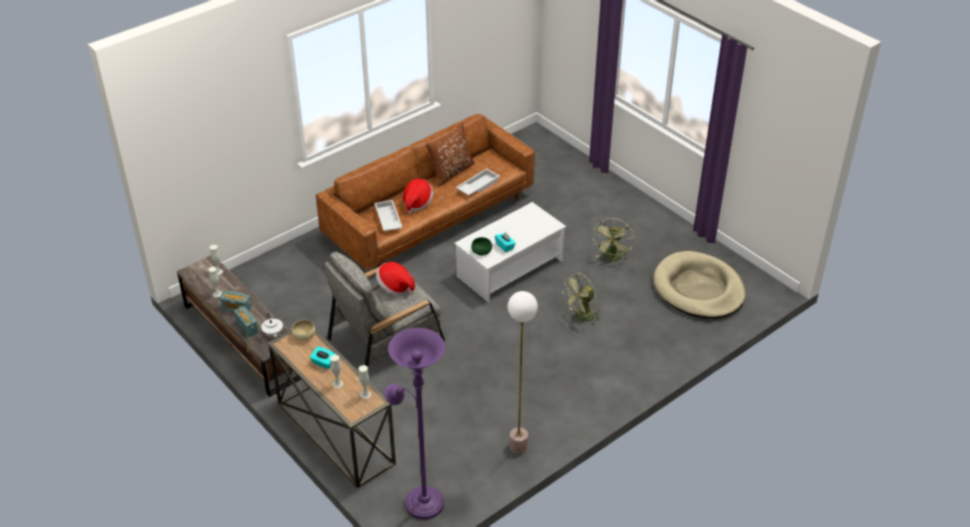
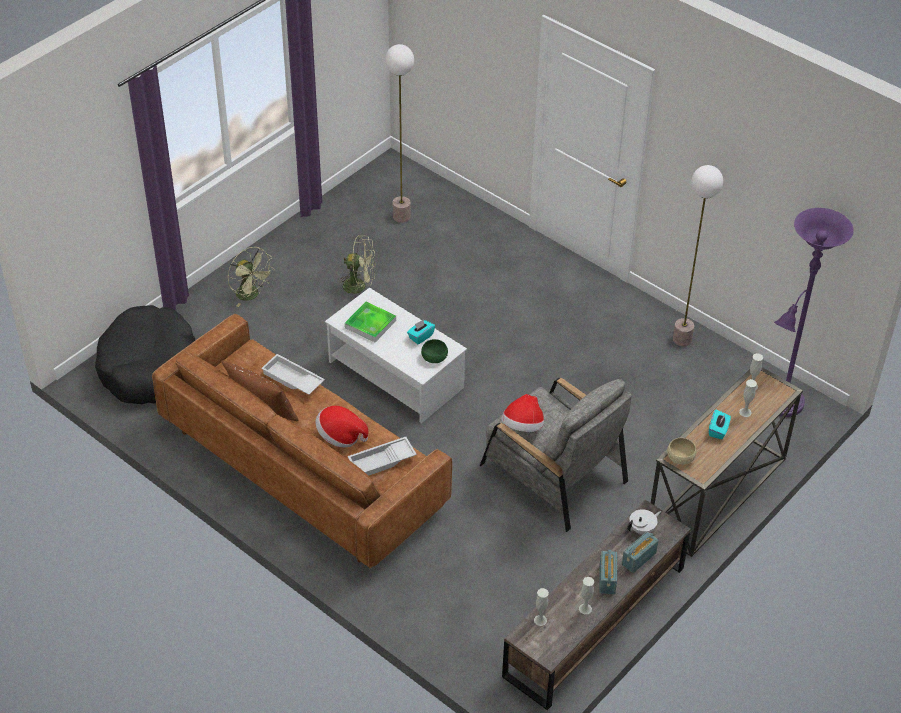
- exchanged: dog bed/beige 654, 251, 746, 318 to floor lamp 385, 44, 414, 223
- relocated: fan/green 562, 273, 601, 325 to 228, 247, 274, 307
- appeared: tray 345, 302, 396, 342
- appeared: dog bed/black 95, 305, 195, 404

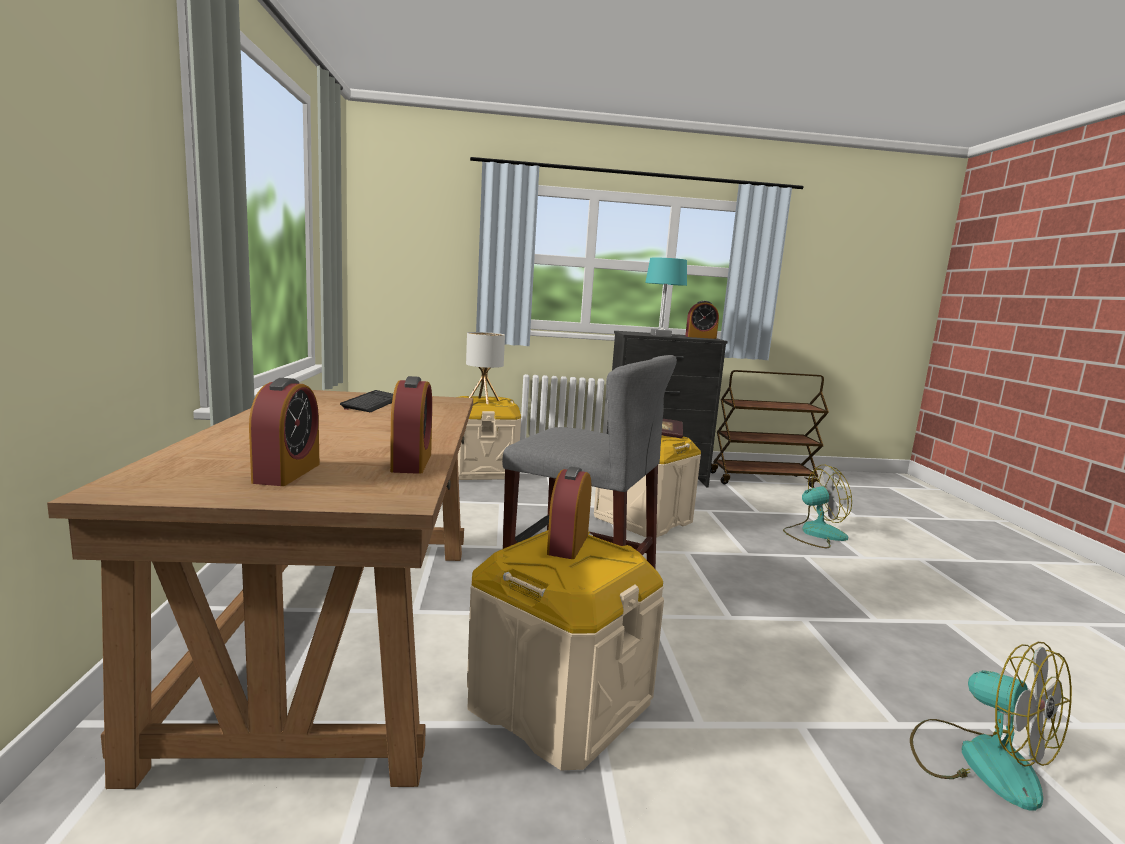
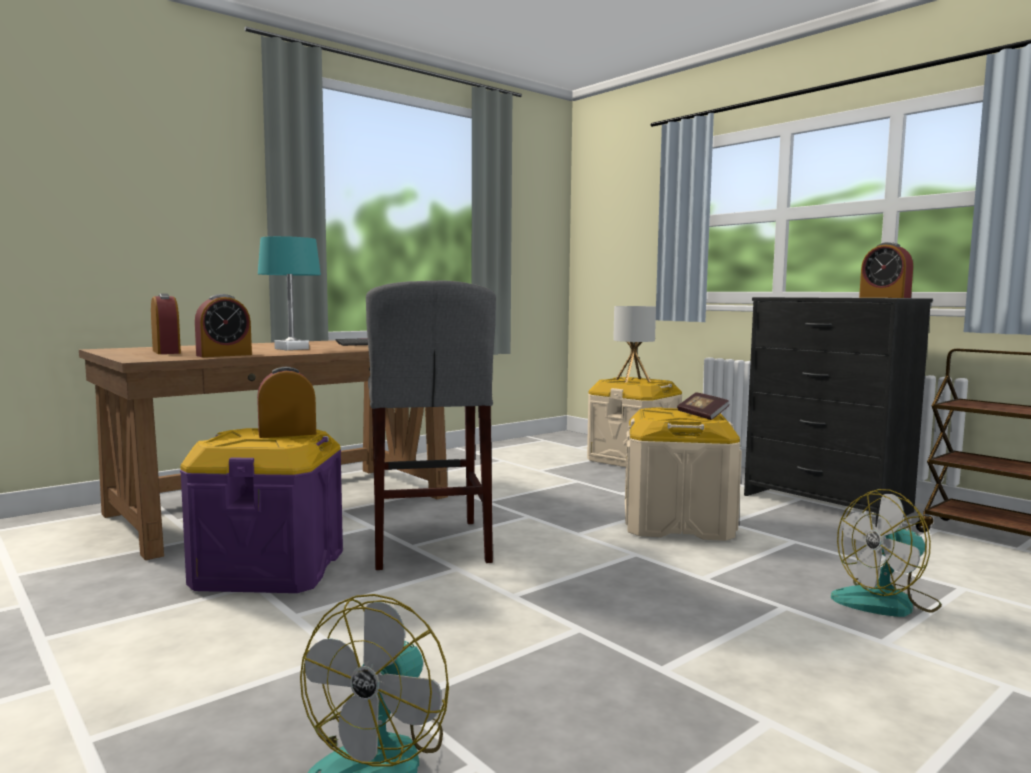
- relocated: table lamp/turquoise 645, 258, 687, 337 to 258, 236, 321, 350
- spun: alarm clock 249, 378, 319, 486 = 151, 293, 181, 354 90 degrees counterclockwise
- spun: fan 783, 465, 852, 548 = 831, 489, 942, 617 120 degrees clockwise
- colour: storage box/beige 467, 530, 664, 770 to storage box/purple 180, 428, 343, 593

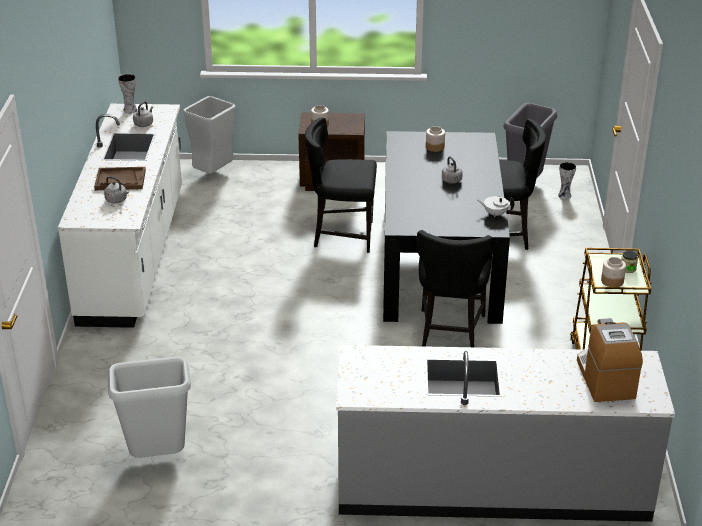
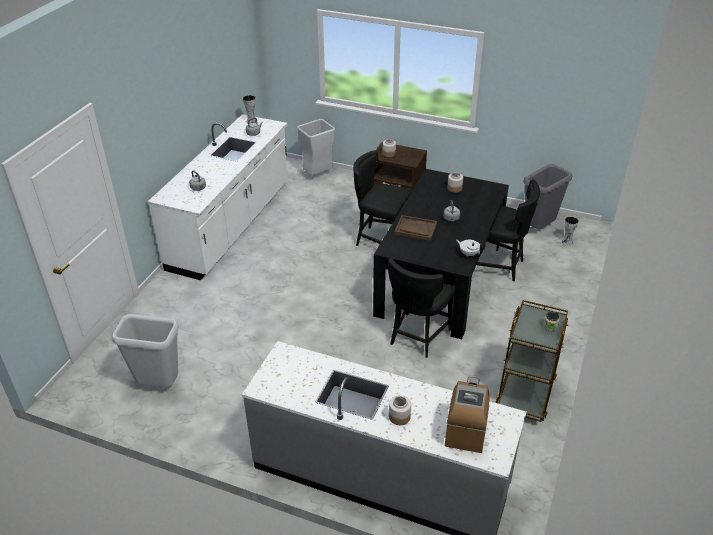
- relocated: tray/brown 94, 167, 146, 190 to 394, 215, 437, 241
- relocated: jar 601, 257, 626, 287 to 389, 395, 411, 425

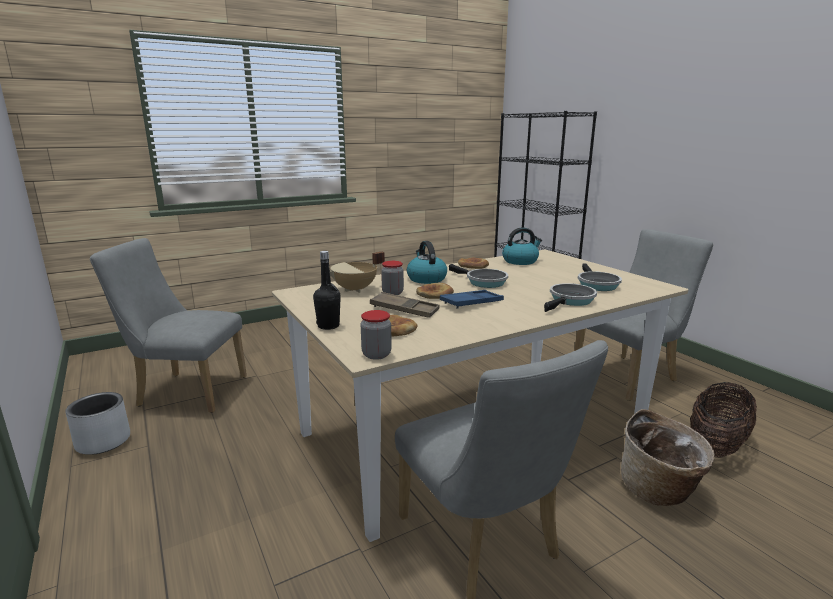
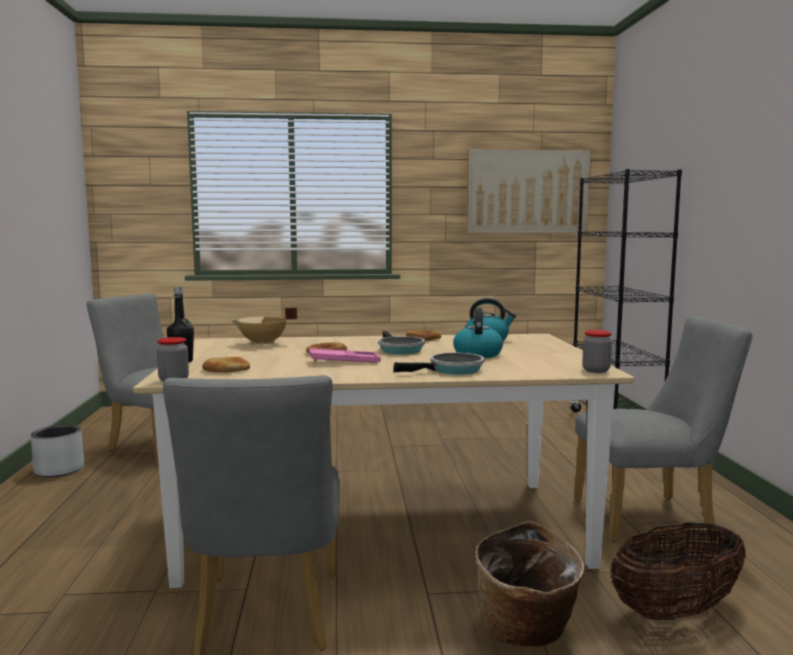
- relocated: kettle 407, 241, 447, 284 to 453, 308, 503, 358
- relocated: jar 381, 261, 404, 295 to 582, 330, 612, 373
- missing: frying pan 578, 263, 622, 291
- colour: tray/blue 440, 290, 504, 308 to tray/pink 309, 348, 381, 363
- missing: tray/brown 370, 292, 439, 318
- appeared: picture 467, 149, 591, 233

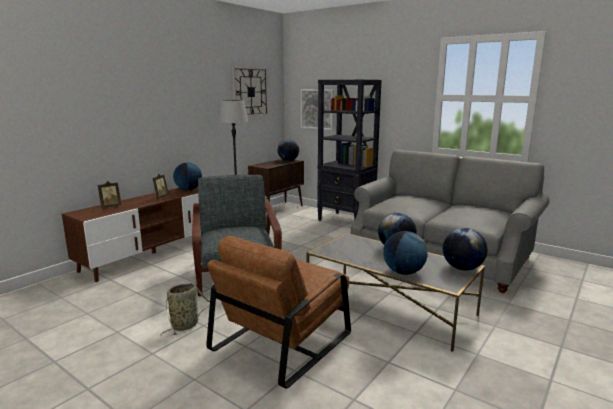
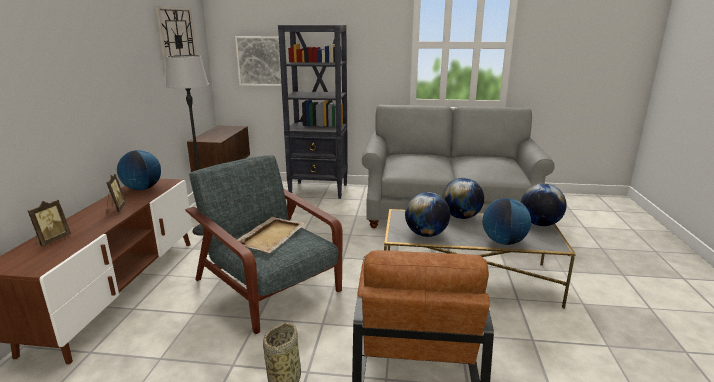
- relocated: globe 278, 139, 299, 161 to 405, 192, 450, 237
- appeared: tray/beige 237, 217, 305, 253

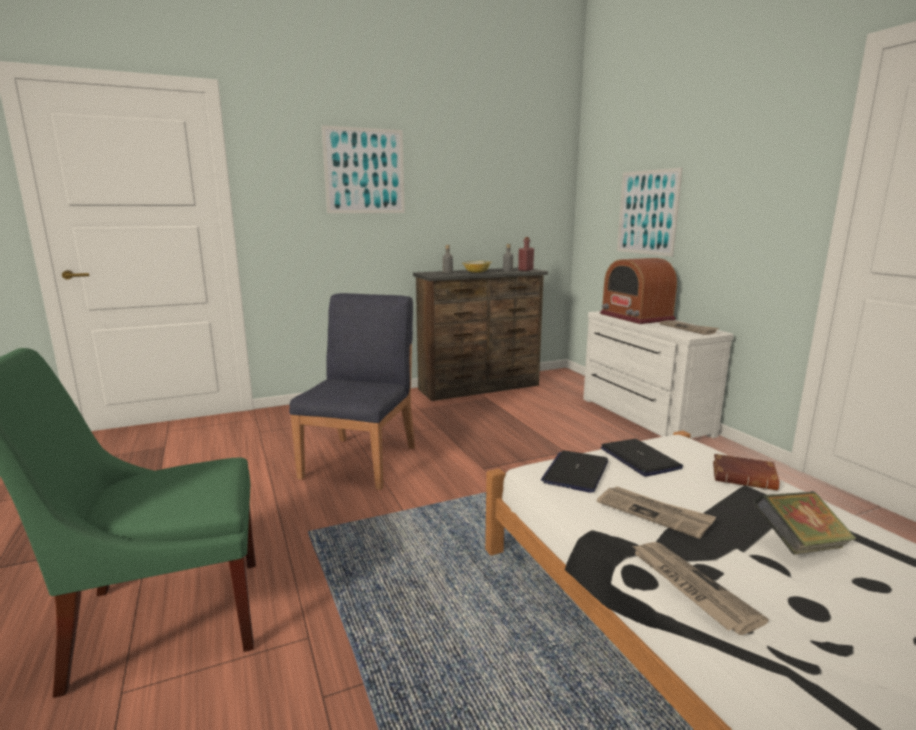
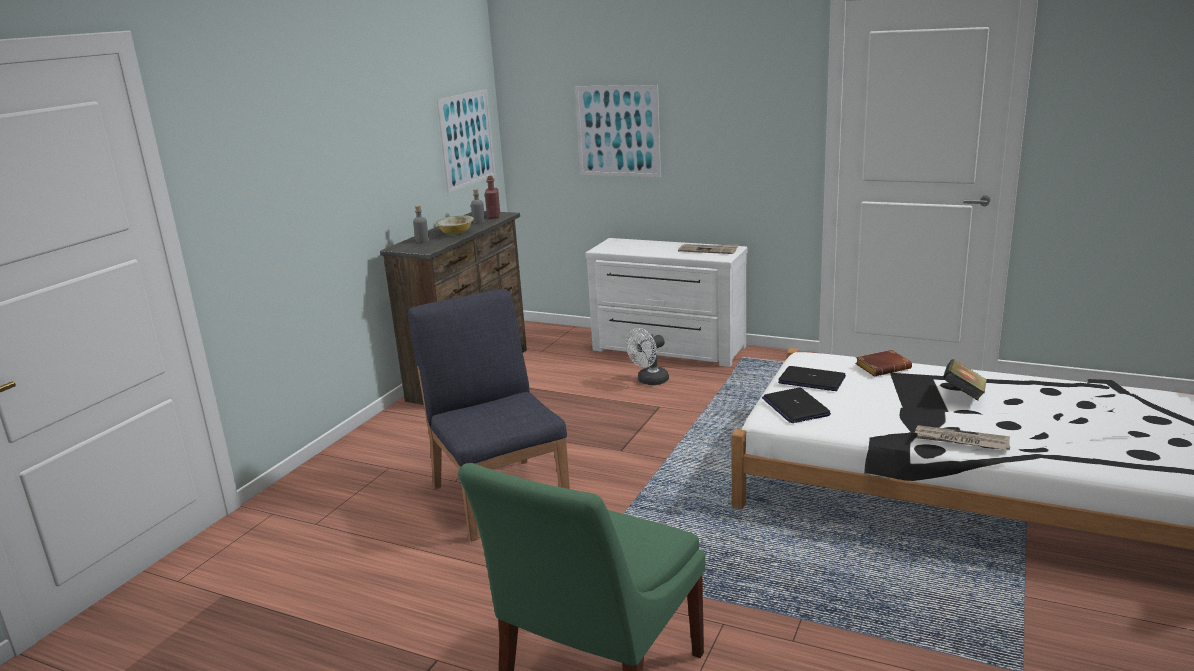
- relocated: picture 322, 125, 405, 213 to 437, 89, 496, 193
- missing: radio 600, 258, 677, 324
- missing: newspaper 597, 487, 716, 539
- appeared: fan/white 626, 328, 669, 385

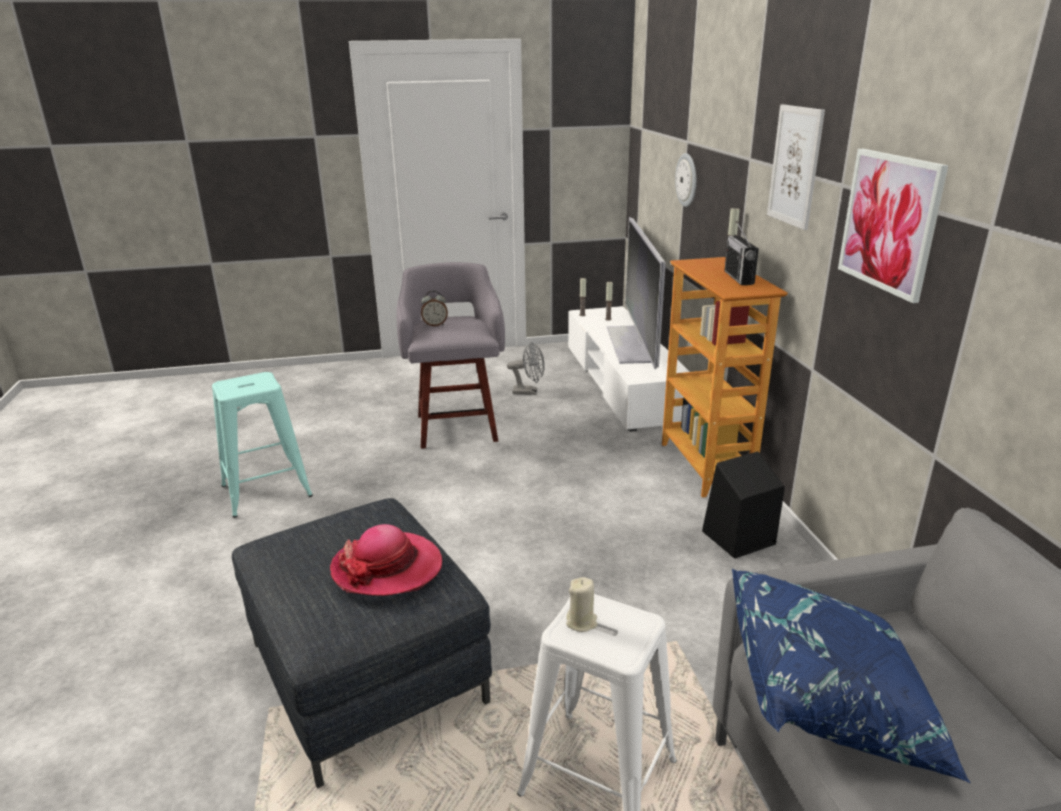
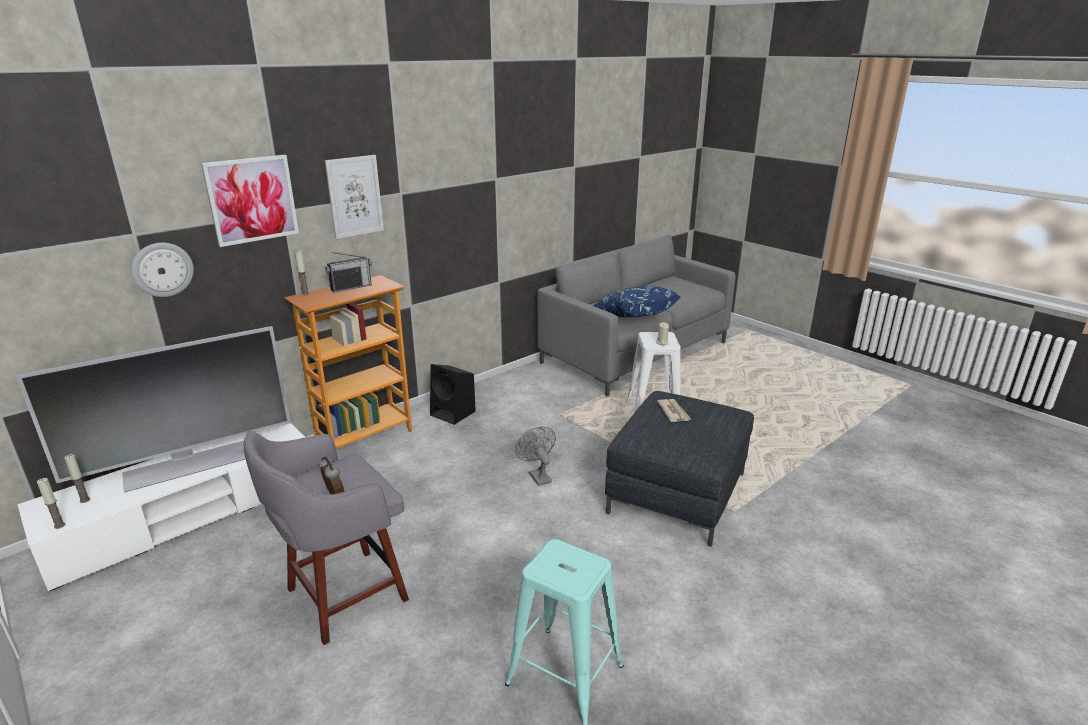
- relocated: picture 838, 149, 949, 303 to 201, 155, 299, 247
- relocated: fan/grey 507, 342, 545, 395 to 515, 427, 556, 486
- exchanged: hat 330, 524, 442, 596 to newspaper 657, 399, 692, 422

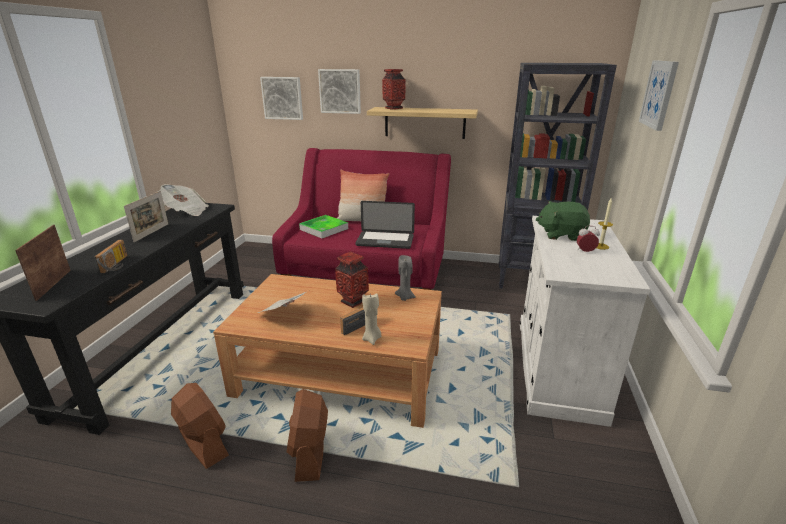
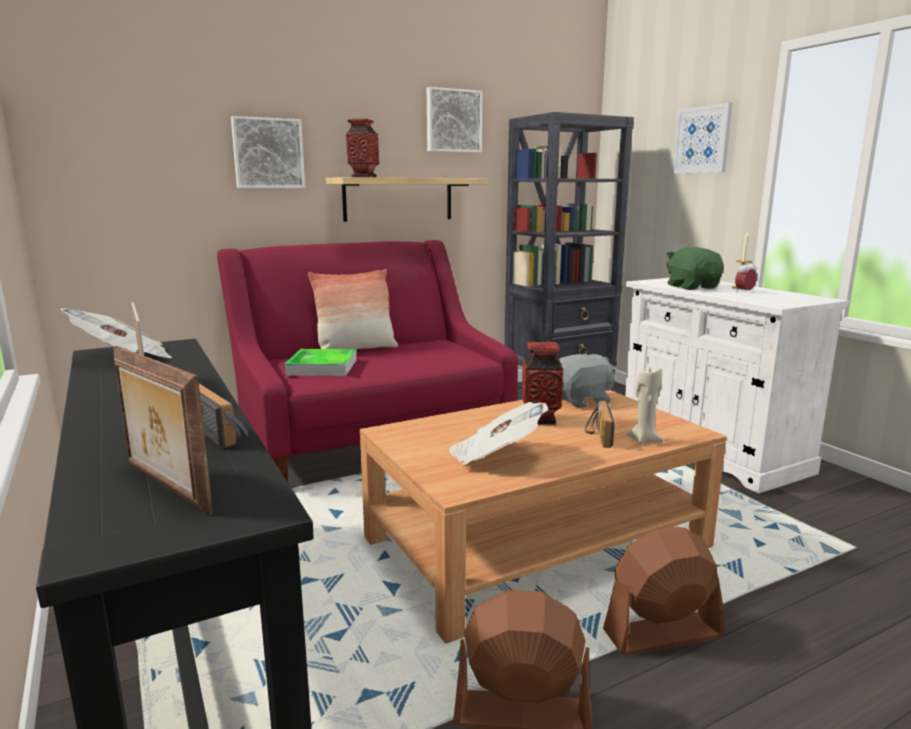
- relocated: picture 260, 77, 303, 120 to 427, 87, 482, 153
- missing: laptop 355, 201, 415, 249
- spun: plush toy/green 536, 201, 590, 241 = 666, 247, 724, 290 105 degrees clockwise
- exchanged: candle/grey 395, 255, 416, 301 to plush toy/grey 559, 354, 616, 408
- spun: fan/brown 286, 389, 328, 482 = 603, 526, 725, 655 120 degrees clockwise

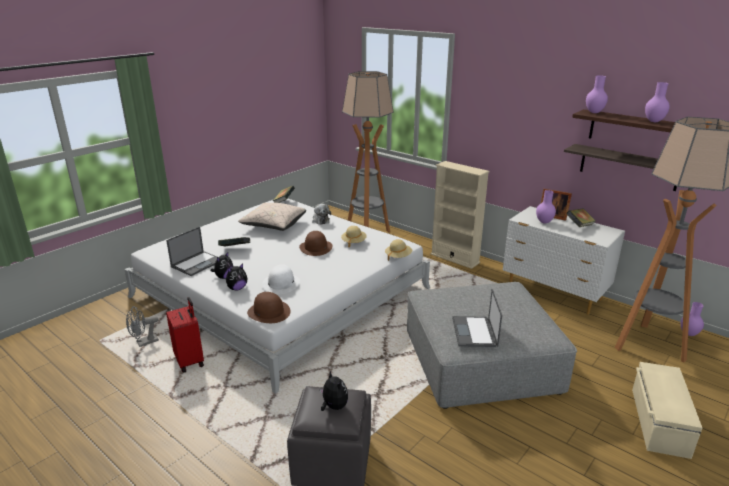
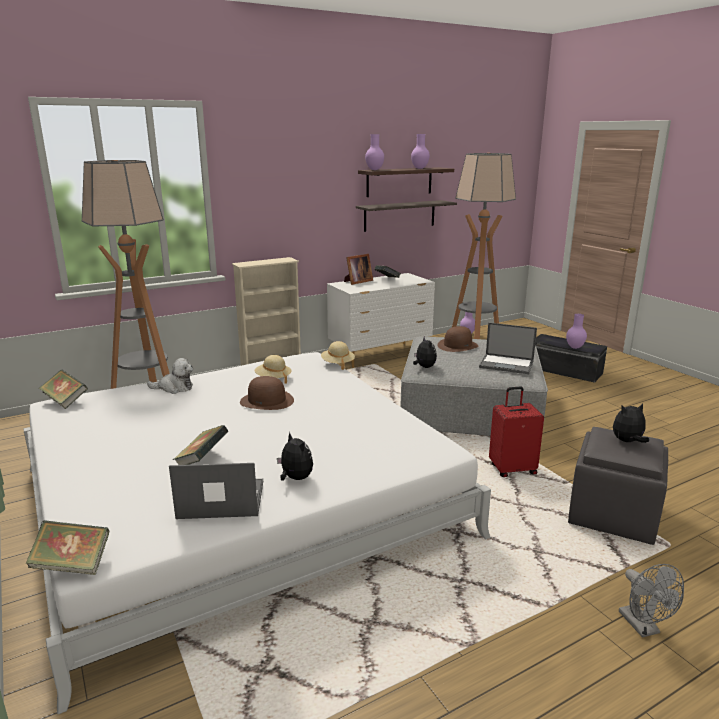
- relocated: vase/purple 536, 190, 556, 223 to 566, 314, 587, 349
- missing: pillow/beige 238, 203, 307, 231
- spun: laptop 166, 227, 219, 276 = 169, 463, 263, 519 60 degrees counterclockwise
- relocated: plush toy 226, 264, 248, 291 to 413, 336, 437, 368
- missing: hat/white 262, 264, 300, 294
- relocated: hat/brown 247, 292, 290, 323 to 438, 326, 478, 352
- relocated: suitcase/red 166, 297, 204, 373 to 489, 386, 544, 477
- relocated: fan/grey 126, 306, 159, 347 to 619, 564, 684, 638
- colour: storage box/beige 632, 362, 702, 459 to storage box/black 535, 334, 607, 383
- appeared: book 26, 520, 109, 575

